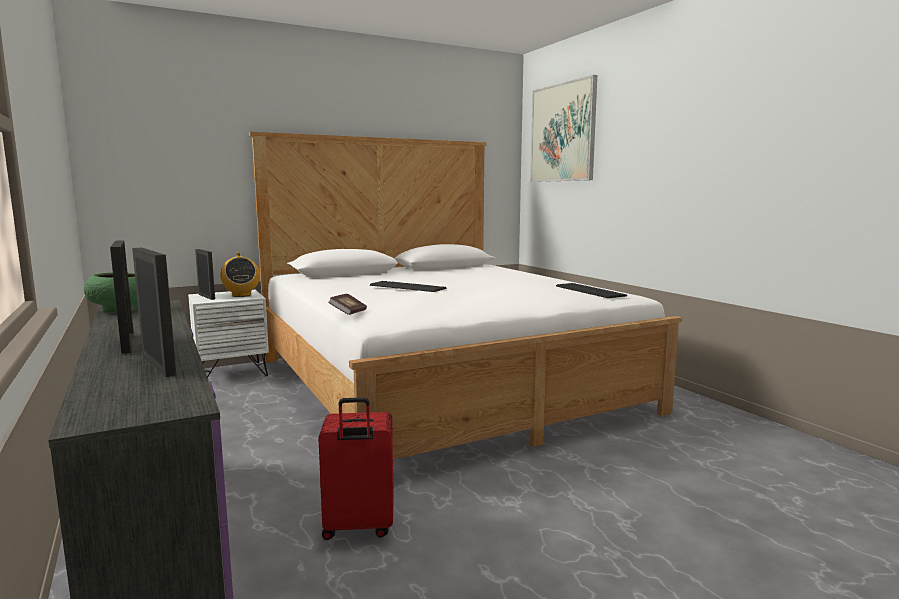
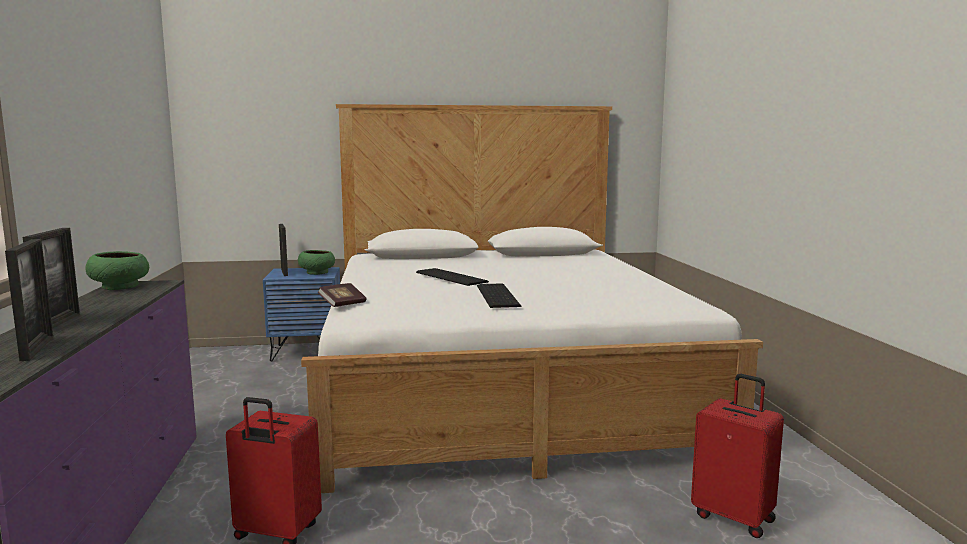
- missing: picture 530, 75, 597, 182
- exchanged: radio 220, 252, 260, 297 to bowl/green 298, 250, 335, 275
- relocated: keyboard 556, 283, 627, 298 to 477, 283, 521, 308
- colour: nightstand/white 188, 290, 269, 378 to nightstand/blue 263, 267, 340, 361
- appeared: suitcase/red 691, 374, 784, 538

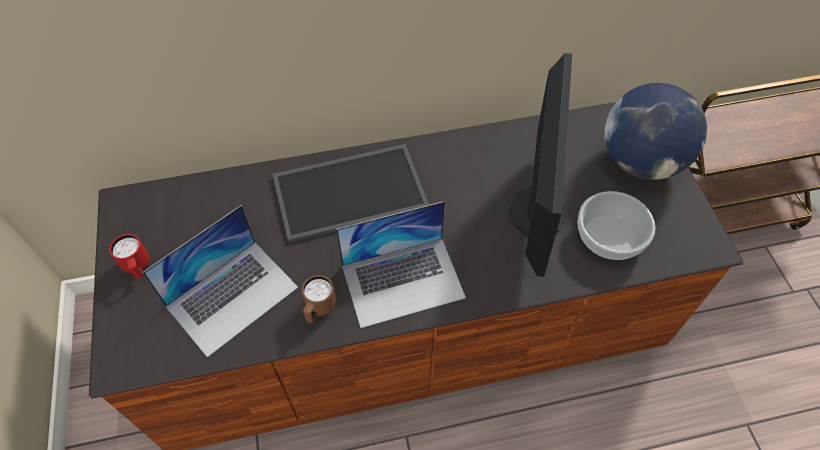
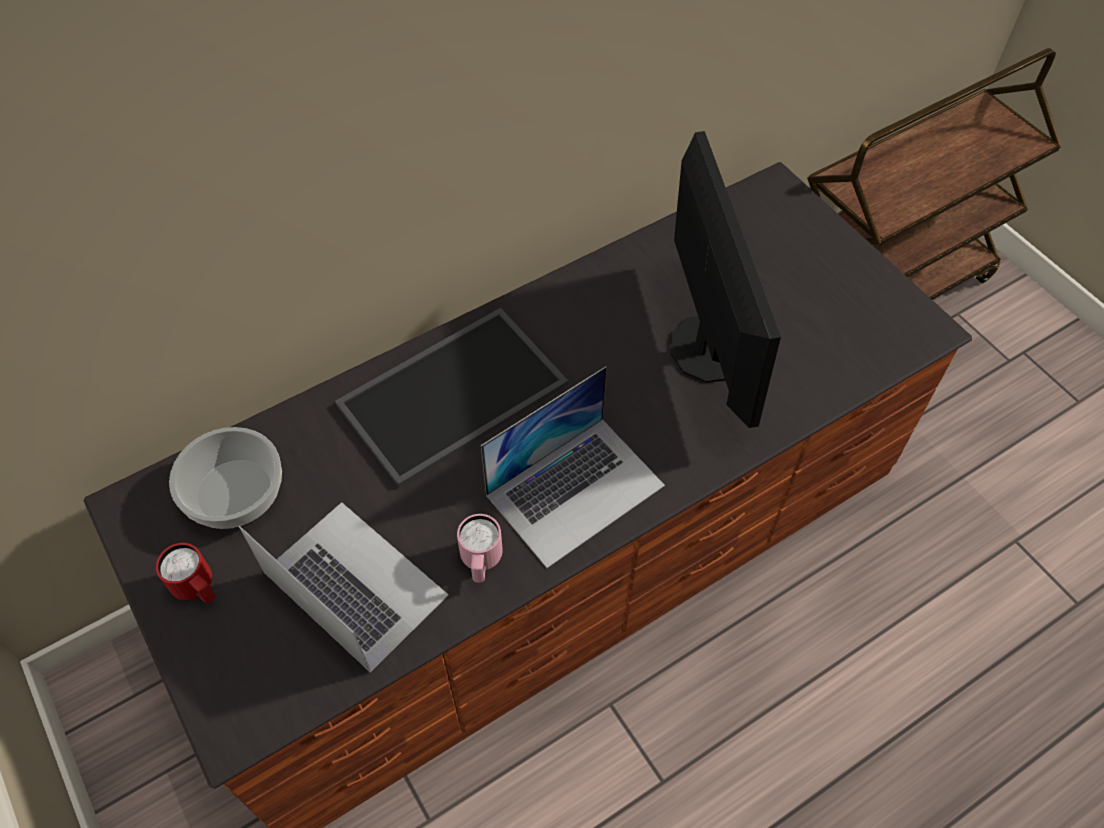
- missing: globe 605, 83, 707, 180
- relocated: bowl 577, 191, 656, 260 to 169, 427, 282, 529
- spun: laptop 142, 205, 298, 358 = 238, 502, 448, 672 75 degrees counterclockwise
- colour: mug/brown 302, 275, 336, 323 to mug/pink 457, 514, 503, 583

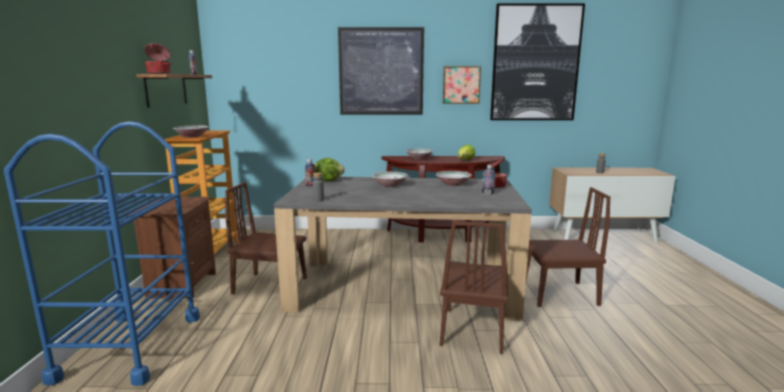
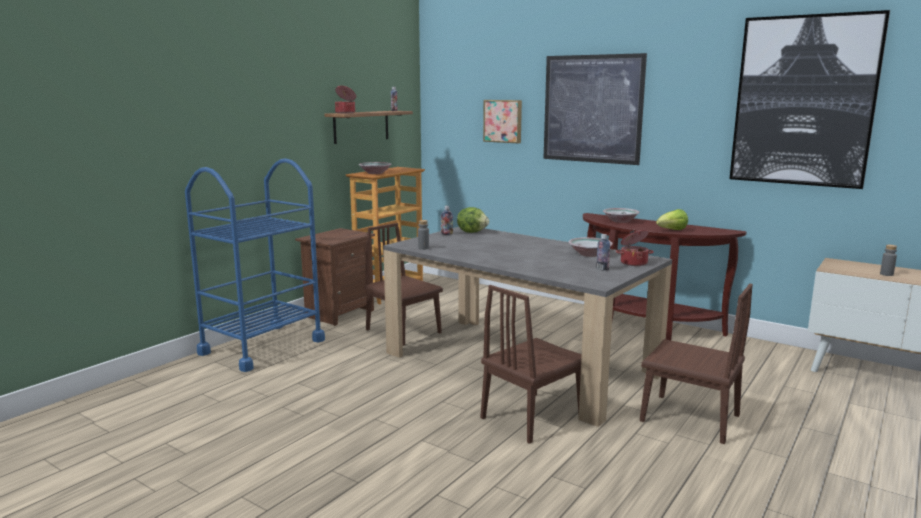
- relocated: picture 443, 66, 481, 104 to 483, 100, 522, 143
- missing: bowl 372, 172, 408, 187

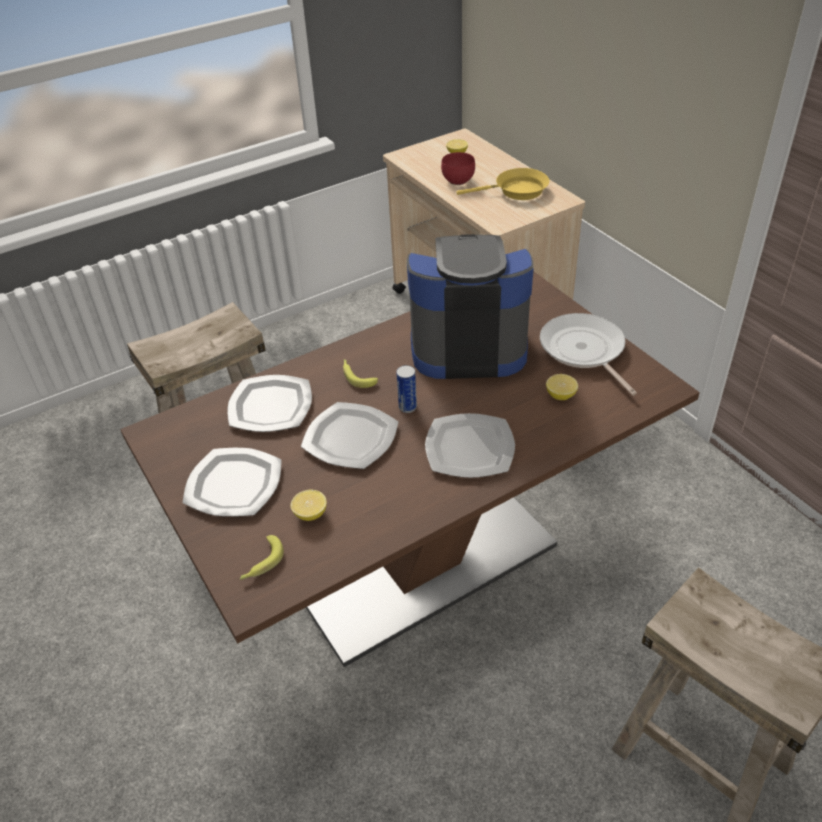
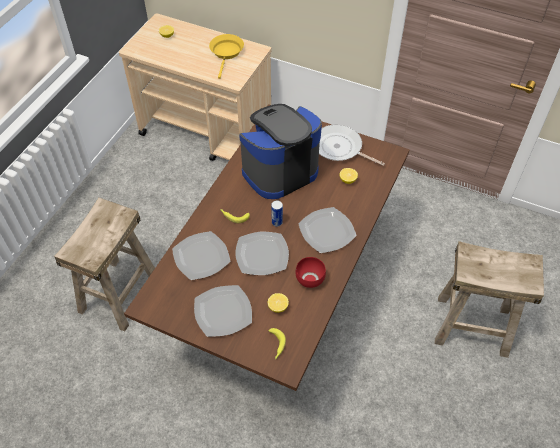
- relocated: bowl/red 441, 152, 475, 185 to 296, 257, 326, 288
- spun: frying pan/yellow 456, 168, 549, 200 = 209, 34, 244, 79 45 degrees counterclockwise

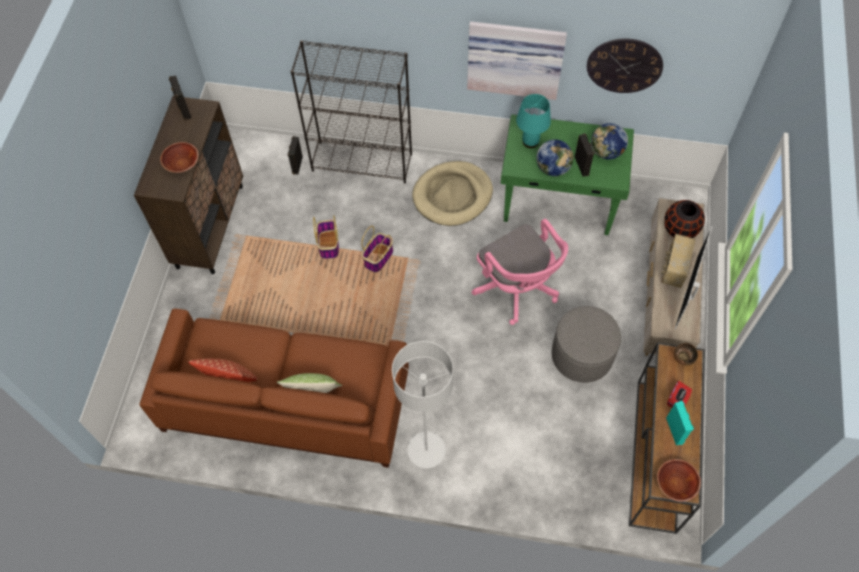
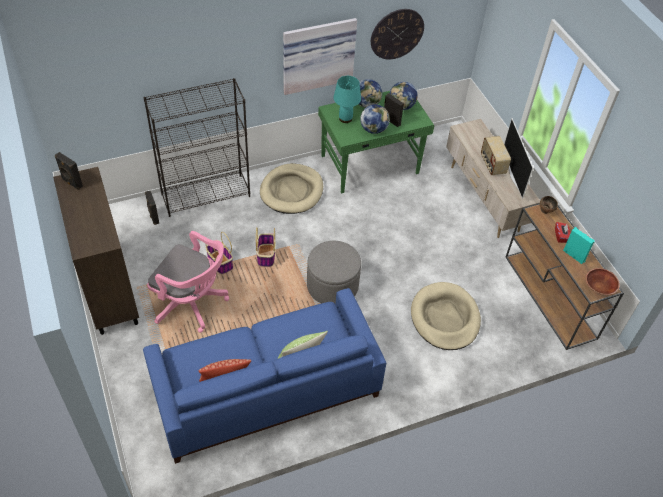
- missing: bowl/brown 160, 142, 199, 173
- missing: vase/black 664, 200, 705, 238
- relocated: office chair/pink 472, 219, 568, 325 to 147, 231, 229, 333
- relocated: ottoman/grey 552, 306, 621, 383 to 307, 241, 361, 304
- colour: sofa/brown 139, 308, 409, 468 to sofa/blue 143, 288, 386, 464
- missing: floor lamp/grey 392, 341, 453, 468
- appeared: globe 359, 79, 382, 108
- appeared: dog bed/beige 411, 282, 481, 350

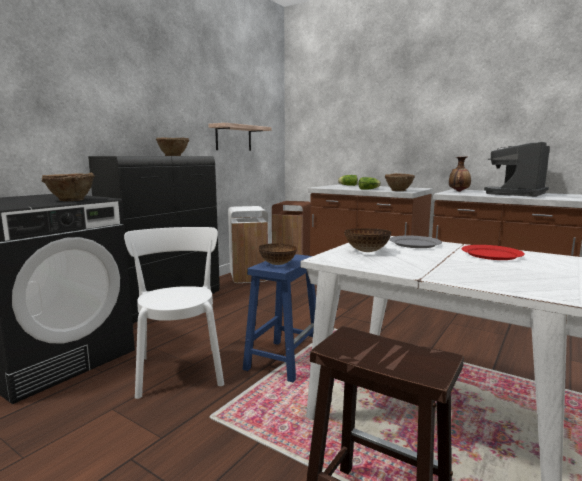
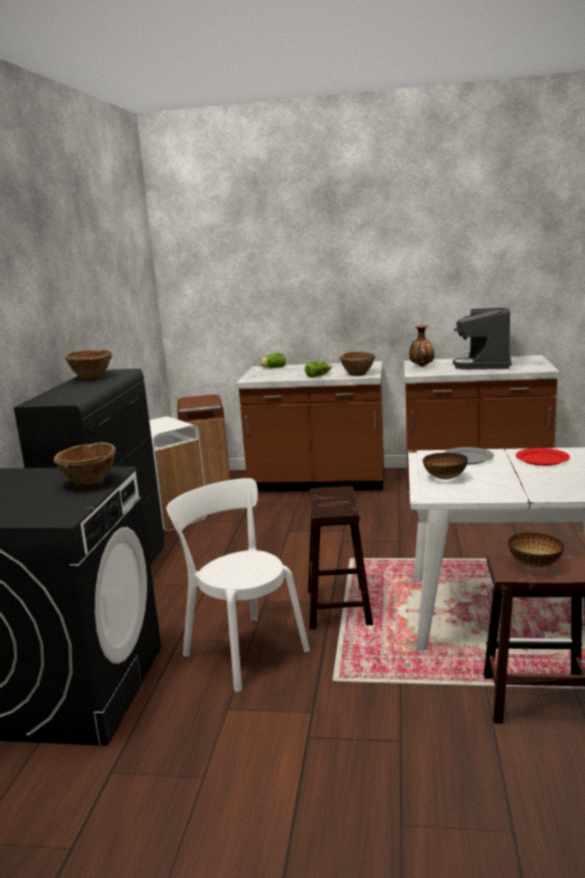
- missing: shelf 208, 123, 271, 151
- relocated: bowl 259, 243, 297, 265 to 508, 532, 565, 568
- colour: stool/blue 243, 254, 316, 382 to stool/brown 308, 486, 373, 629

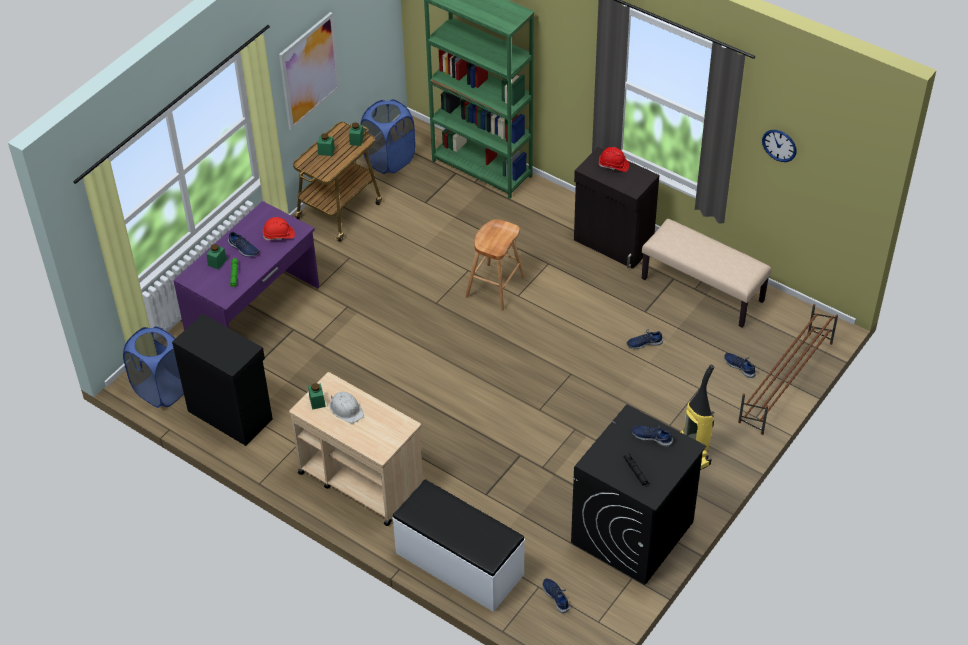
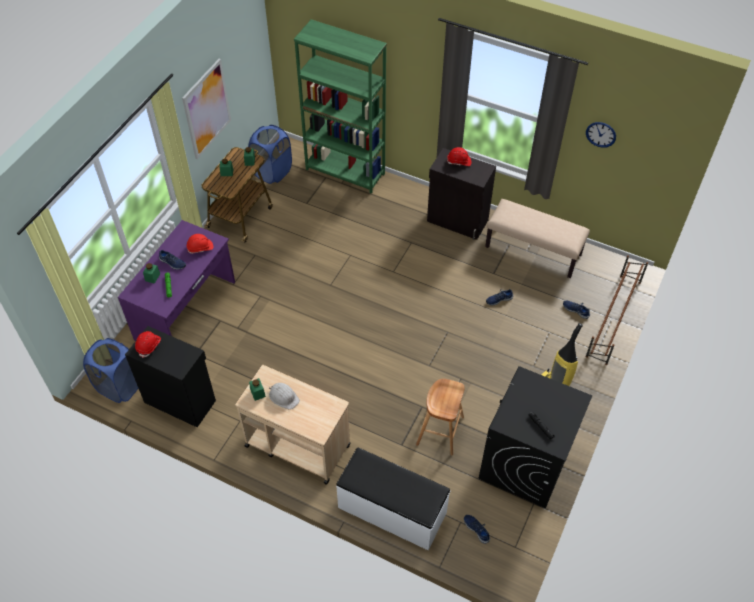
- relocated: stool/brown 465, 219, 525, 311 to 416, 379, 464, 455
- missing: shoe/blue 632, 424, 673, 447
- appeared: hard hat/red 135, 331, 161, 358

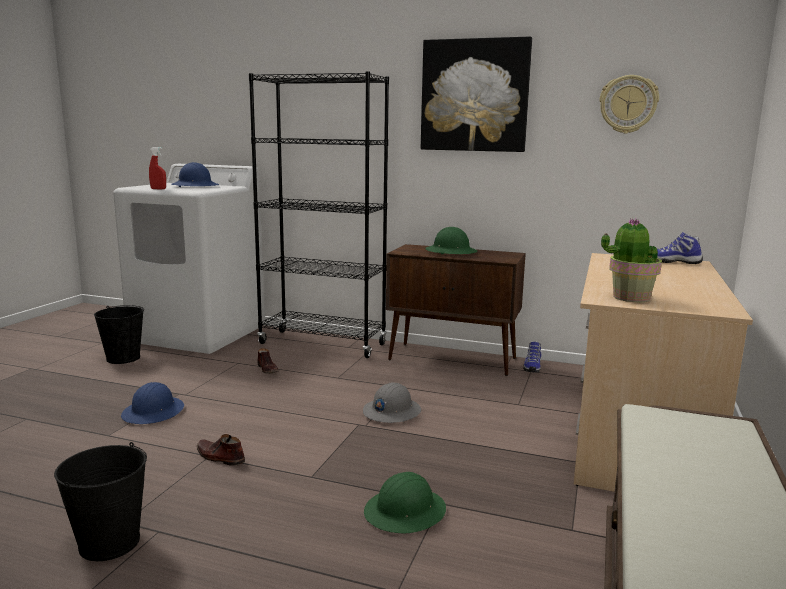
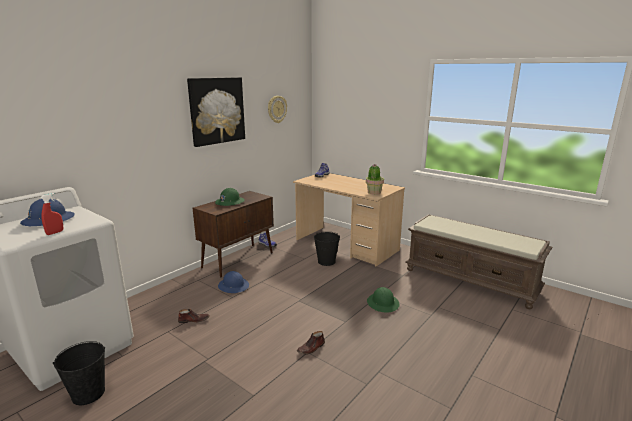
- missing: bookcase/black 249, 71, 389, 358
- relocated: hard hat/blue 121, 382, 184, 424 to 218, 271, 249, 293
- missing: hard hat/grey 363, 382, 421, 423
- relocated: bucket/black 54, 442, 147, 561 to 314, 231, 340, 266

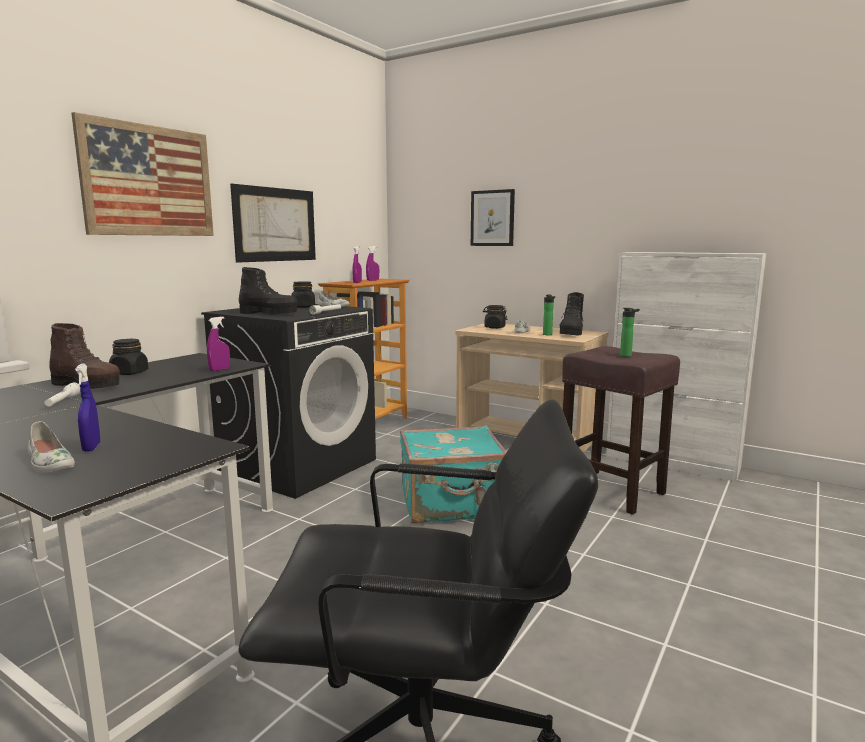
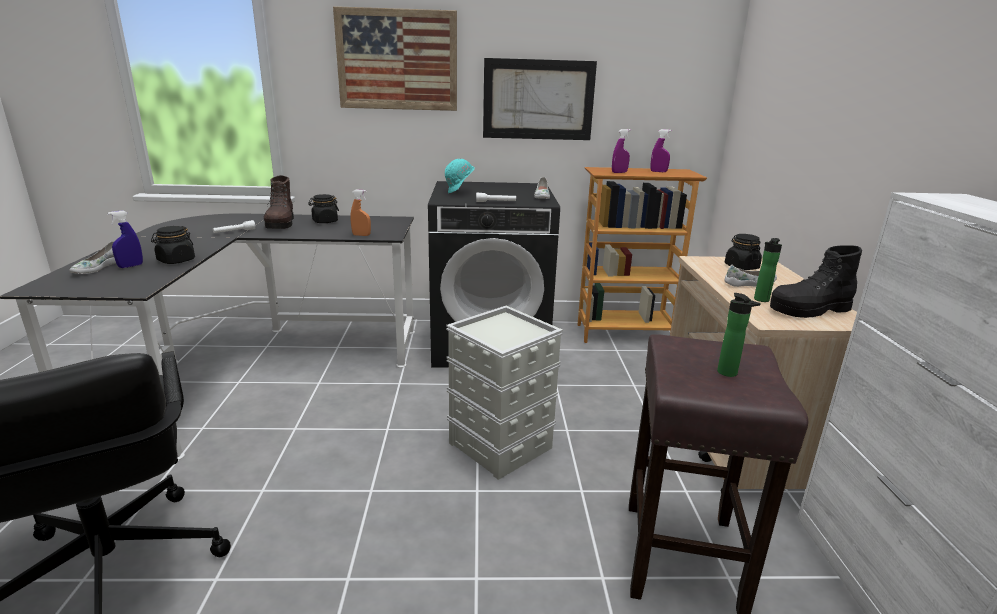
- missing: picture 471, 189, 515, 246
- exchanged: boot/black 239, 267, 298, 315 to hard hat/turquoise 445, 159, 475, 193
- relocated: jar/black 291, 281, 315, 308 to 151, 226, 195, 264
- colour: spray bottle/purple 207, 317, 230, 371 to spray bottle/orange 350, 190, 371, 236
- exchanged: suitcase/turquoise 400, 426, 507, 524 to storage box/grey 446, 306, 563, 480

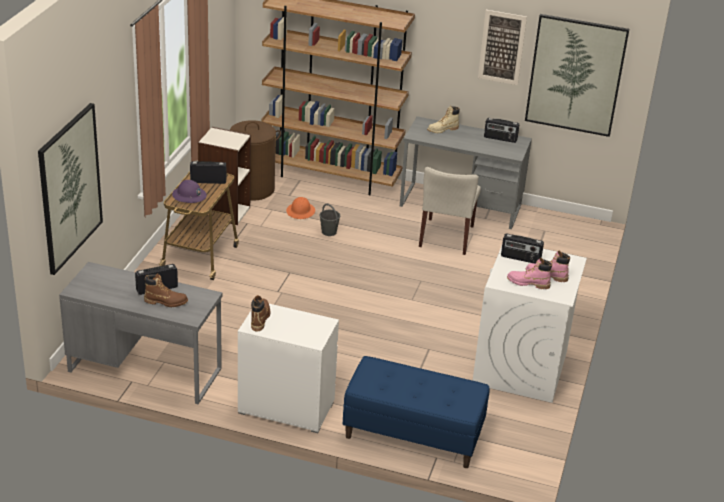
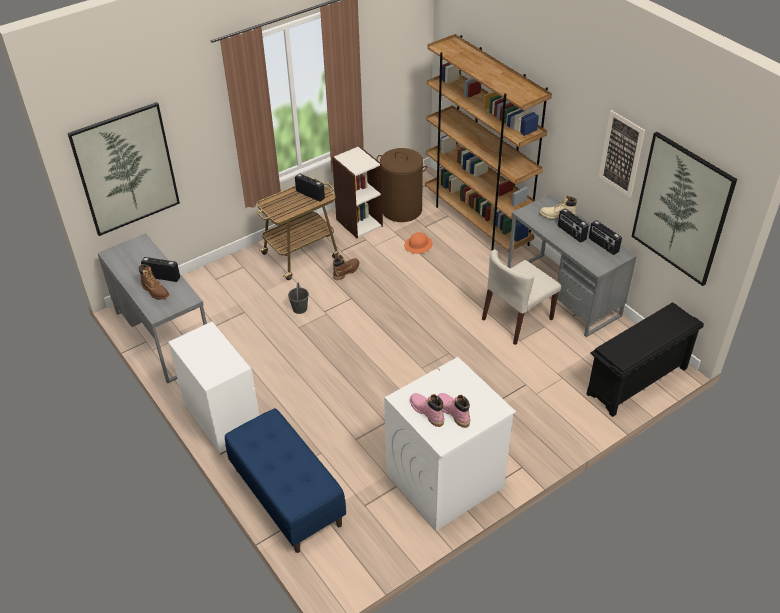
- missing: hard hat/purple 172, 180, 207, 203
- relocated: bucket/grey 319, 204, 340, 236 to 288, 283, 309, 314
- relocated: radio 501, 234, 544, 264 to 558, 208, 589, 243
- relocated: boot/brown 251, 295, 270, 332 to 333, 255, 359, 280
- appeared: shoe rack/black 587, 302, 704, 417

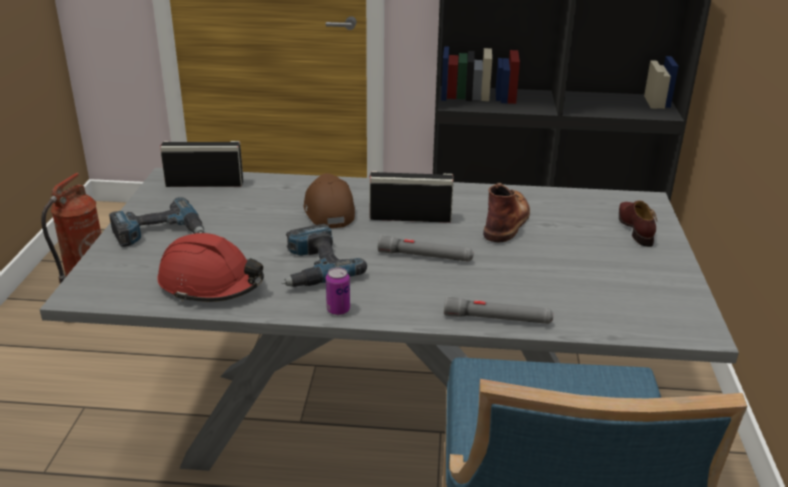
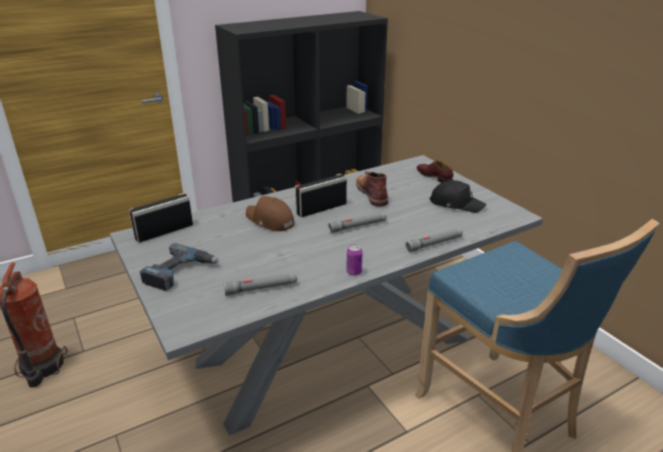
- missing: power drill 282, 224, 367, 287
- exchanged: hard hat/red 157, 233, 264, 302 to flashlight/grey 223, 273, 297, 296
- appeared: cap/black 430, 180, 487, 213

